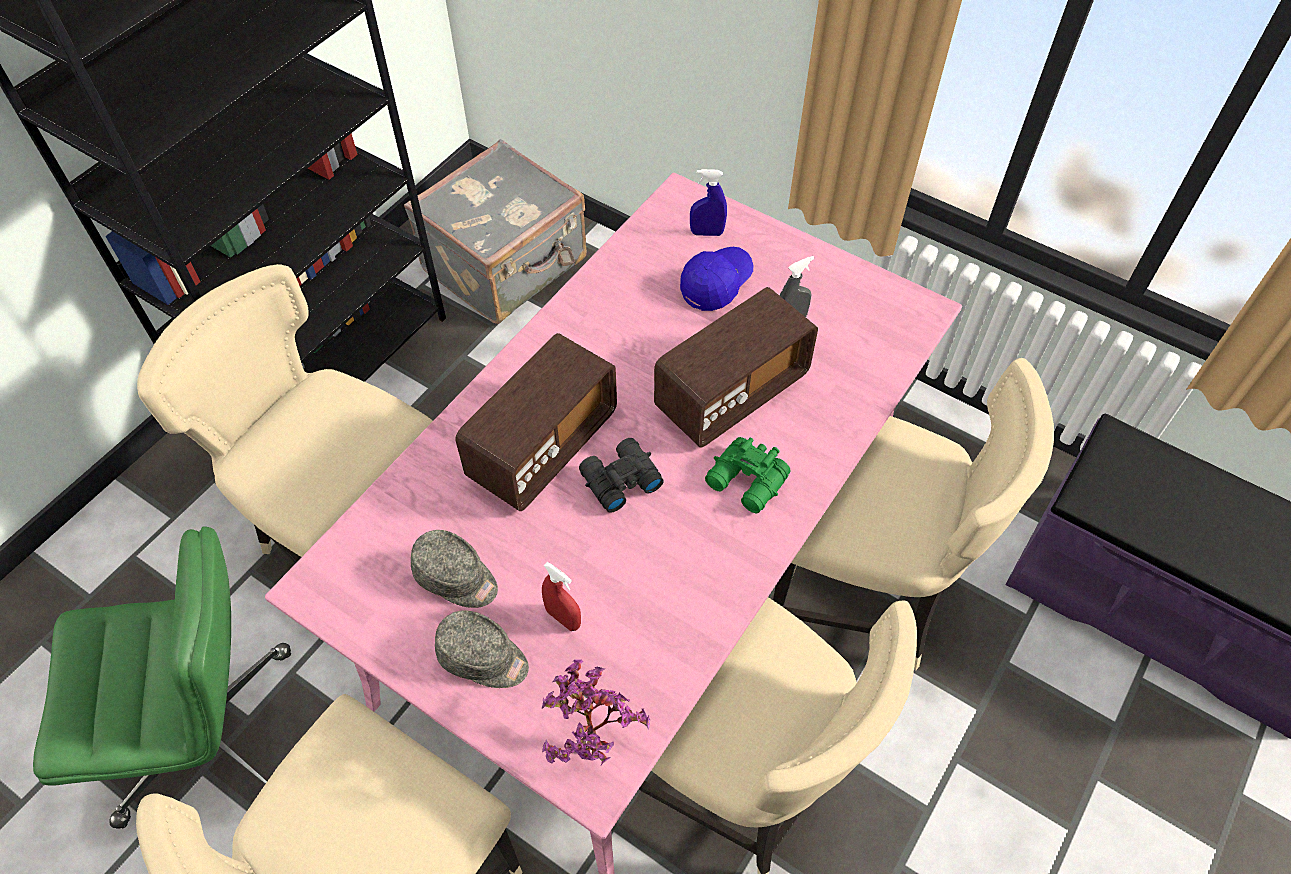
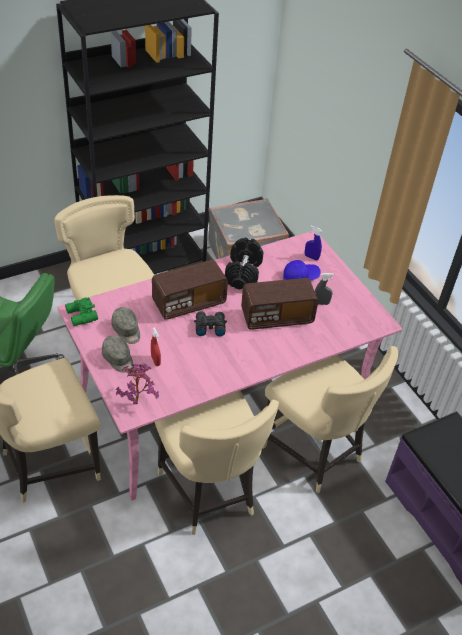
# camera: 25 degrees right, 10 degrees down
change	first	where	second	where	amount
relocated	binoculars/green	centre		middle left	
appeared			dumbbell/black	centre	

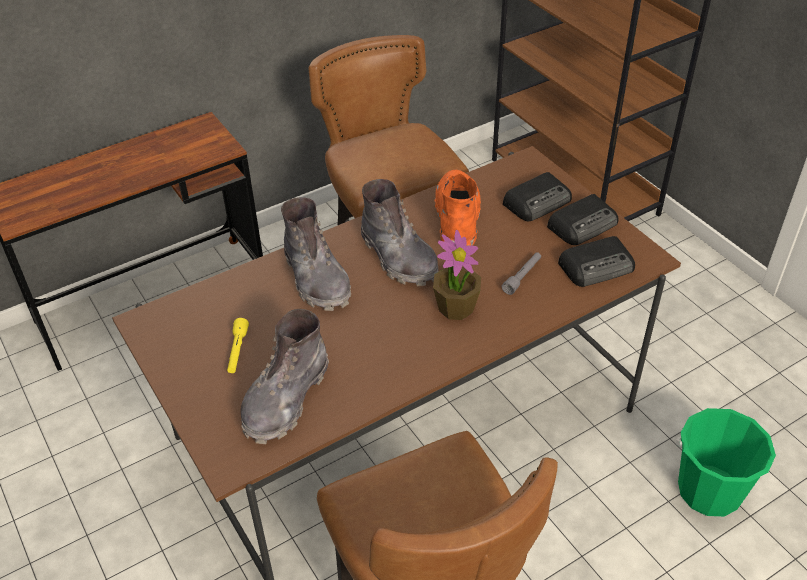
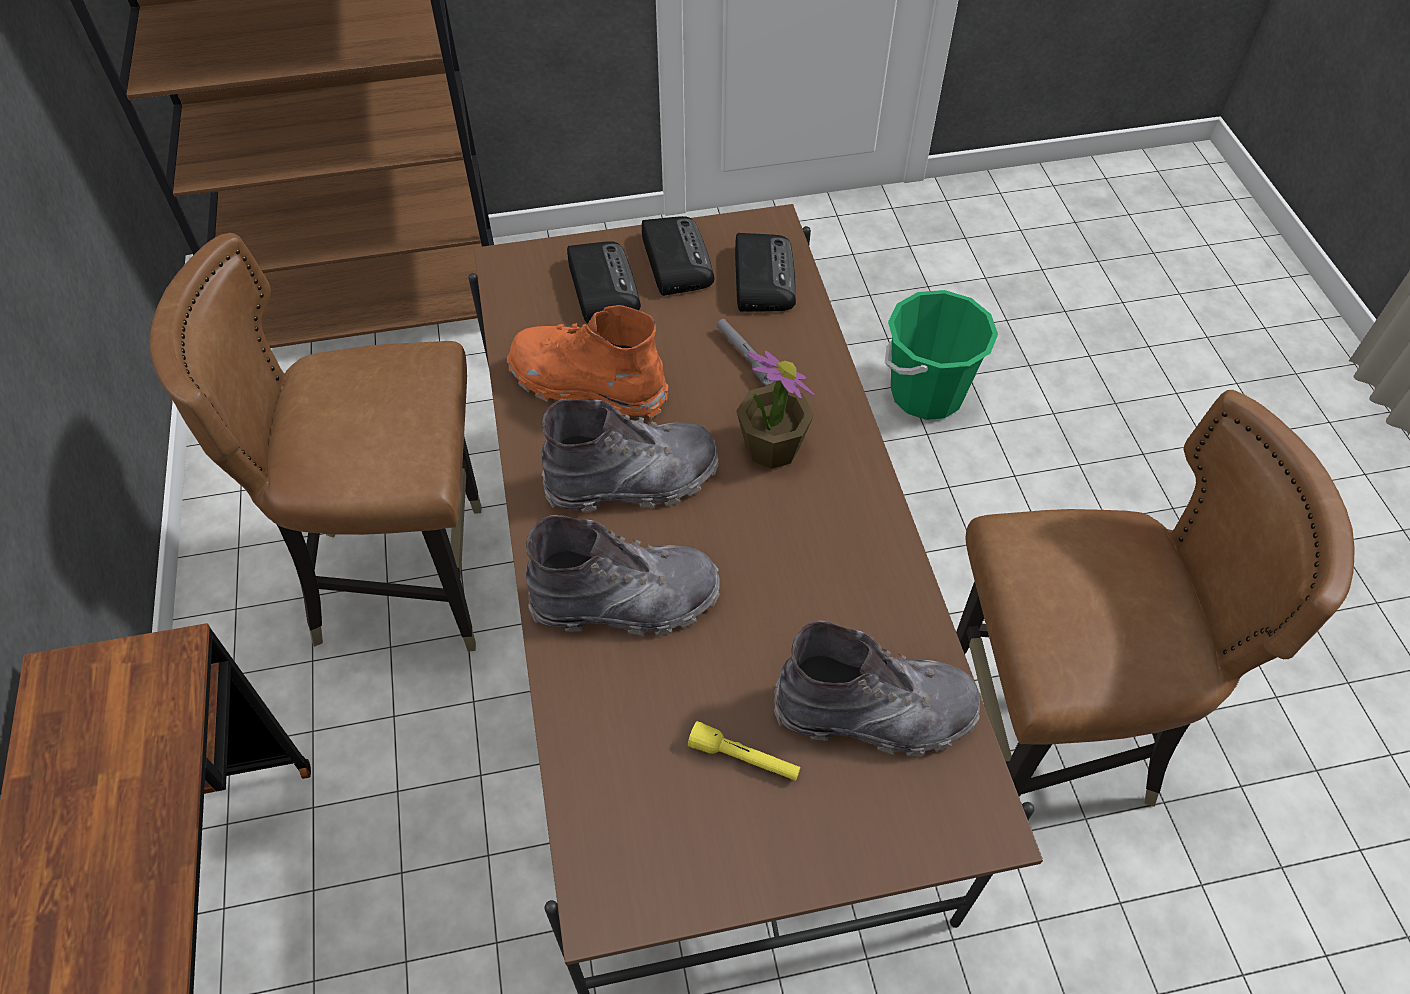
# camera: 70 degrees left, 10 degrees up
change	first	where	second	where	amount
spun	boot/grey (no. 1 from left in the first image)	centre	boot/grey (no. 3 from left)	bottom centre	45 degrees counterclockwise

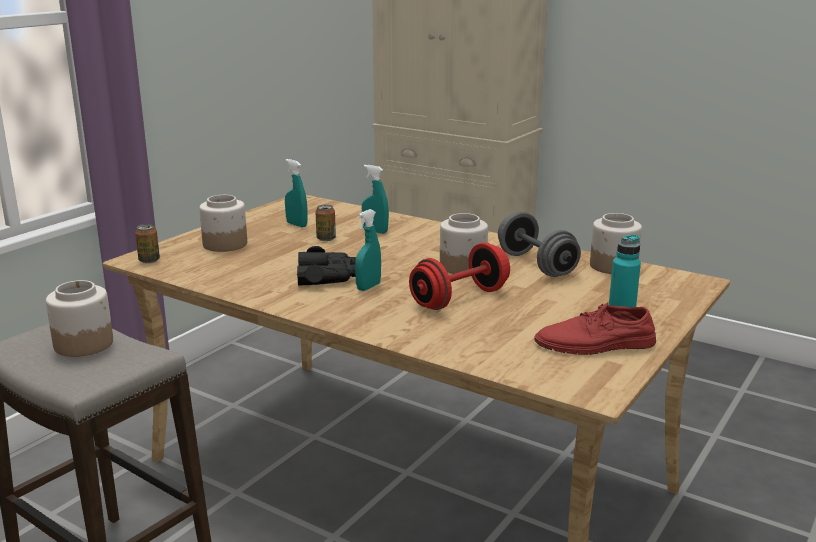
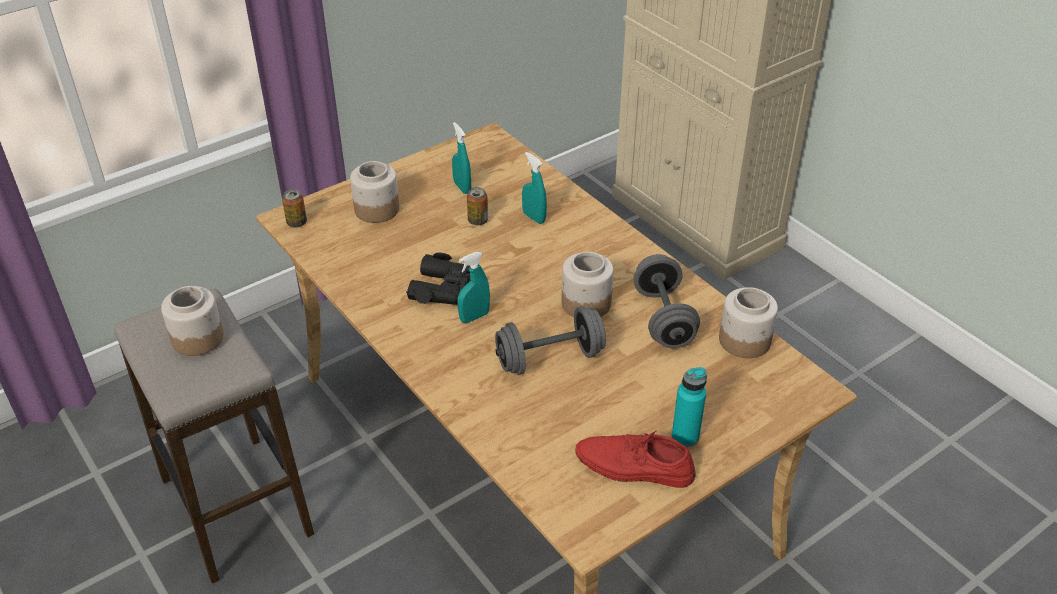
# camera: 20 degrees right, 20 degrees up
change	first	where	second	where	amount
colour	dumbbell/red	centre	dumbbell/grey (no. 1 from left)	centre	

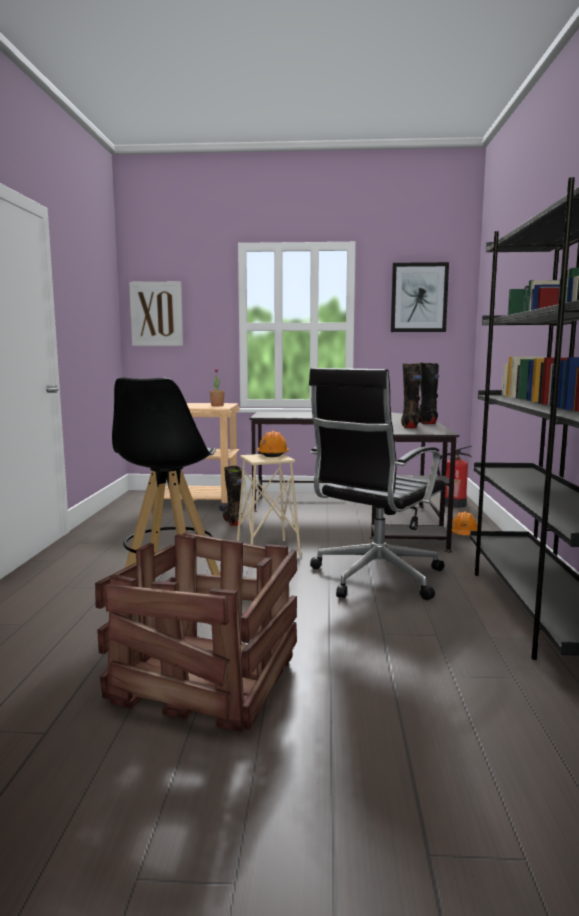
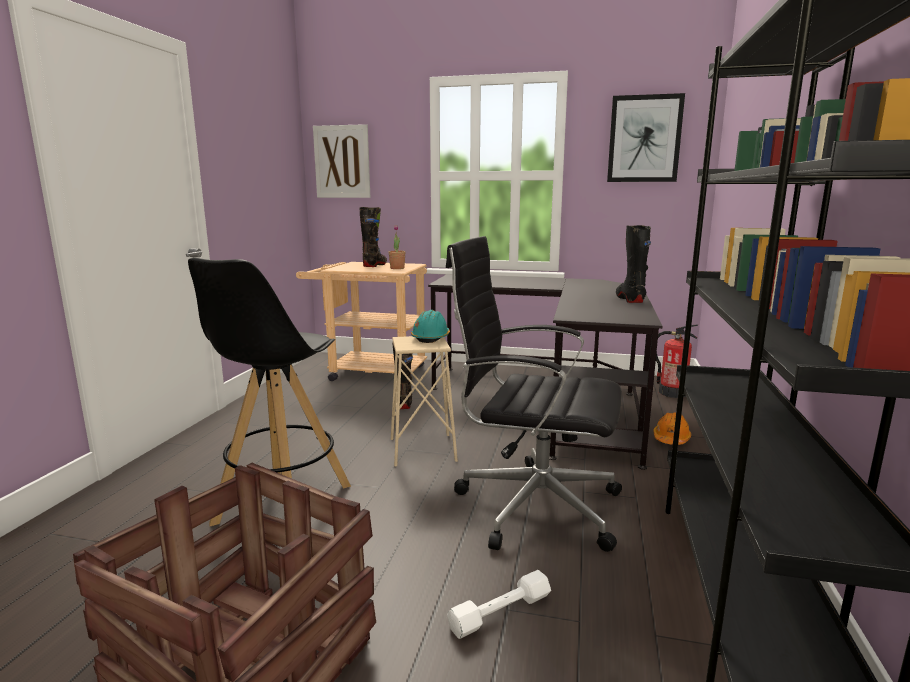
# camera: 10 degrees right, 5 degrees up
change	first	where	second	where	amount
relocated	boot/black (no. 2 from left in the first image)	middle right	boot/black (no. 1 from left)	centre	
colour	hard hat/orange (no. 1 from left)	centre	hard hat/turquoise	centre	
spun	office chair/black	centre		centre	60 degrees clockwise
appeared			dumbbell/white	bottom centre	

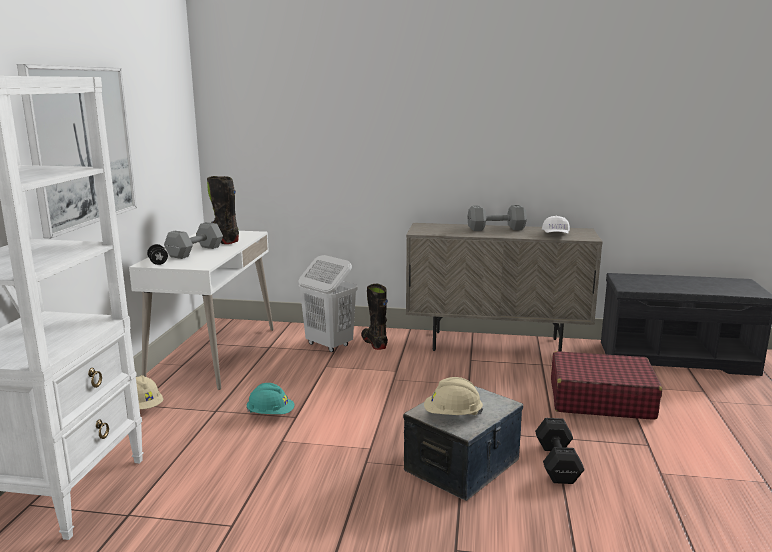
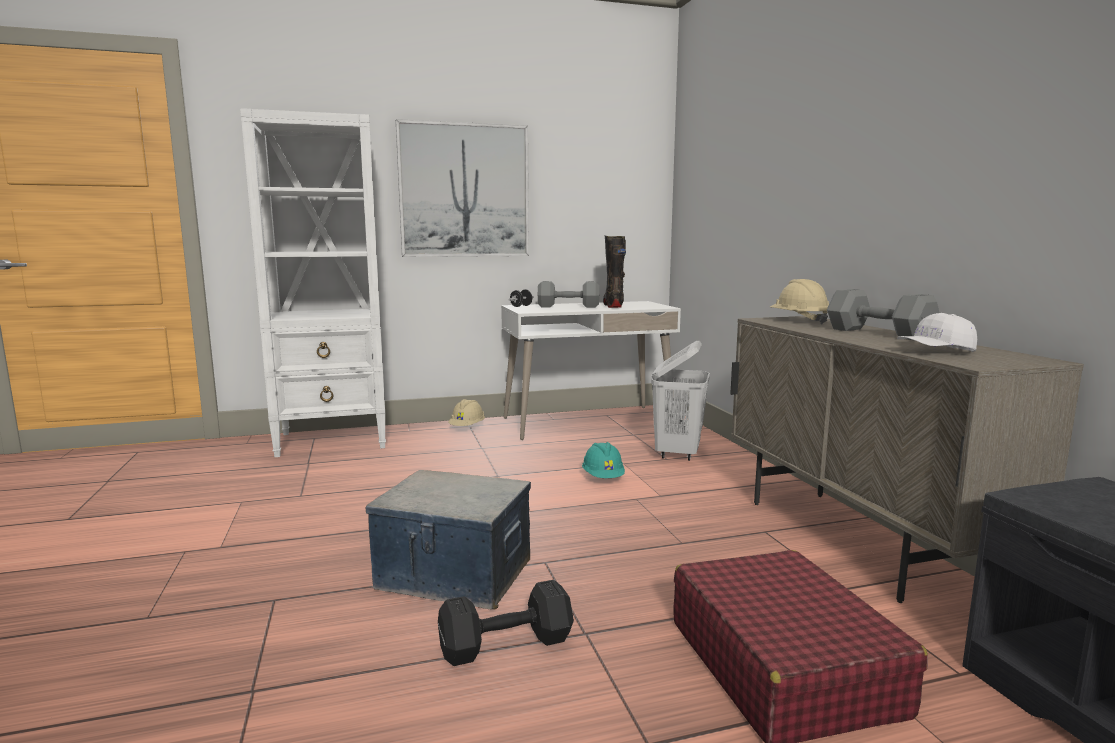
# camera: 65 degrees right, 5 degrees down
change	first	where	second	where	amount
relocated	hard hat/turquoise	bottom centre		centre	
relocated	hard hat/beige (no. 2 from left)	bottom centre		middle right	
missing	boot/black (no. 2 from left)	centre			

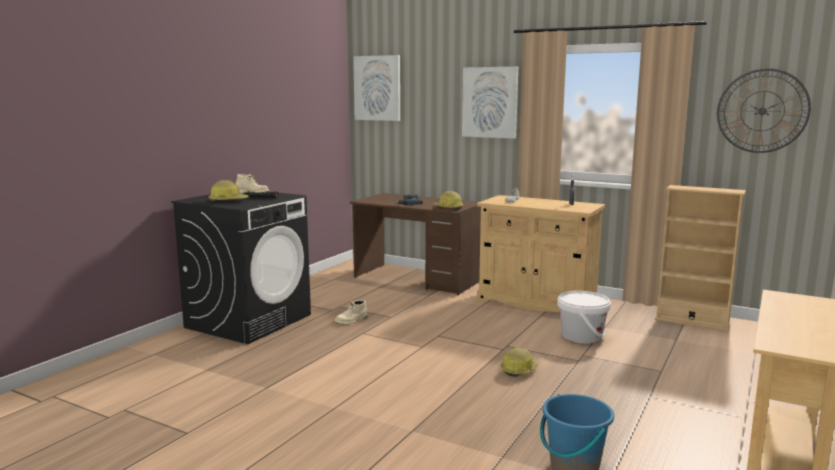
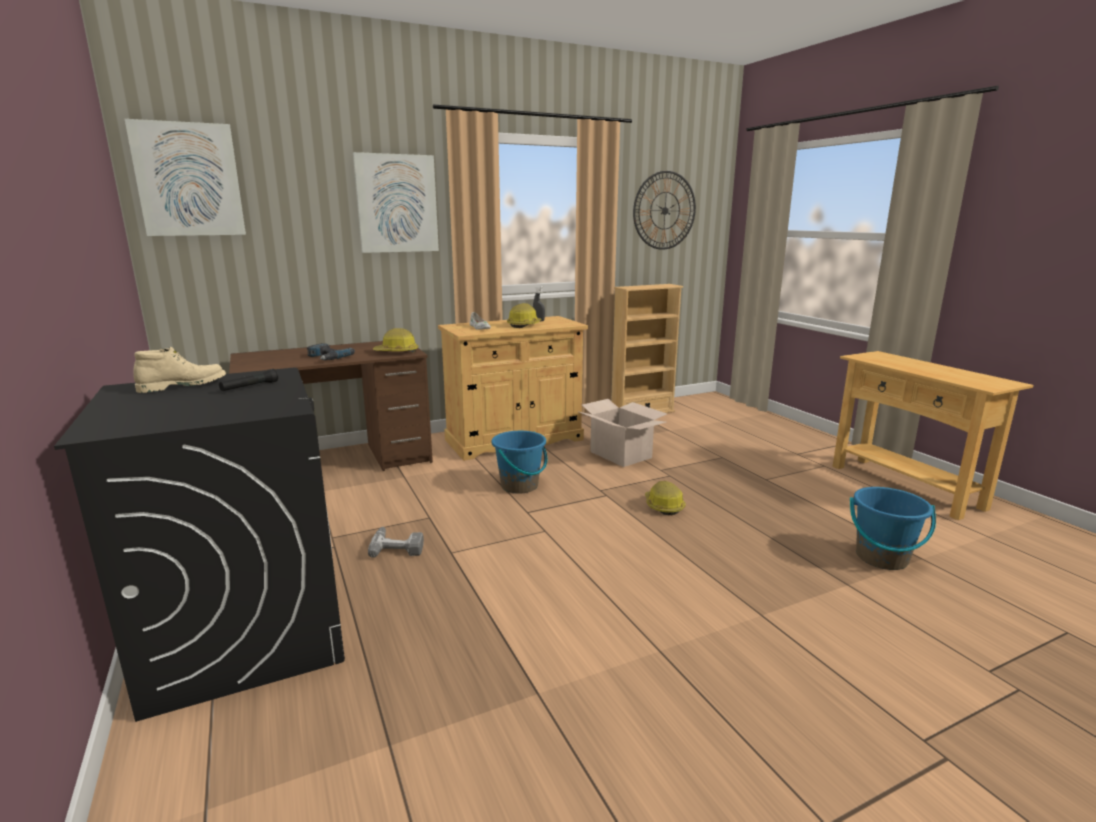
# camera: 55 degrees left, 5 degrees up
change	first	where	second	where	amount
exchanged	boot/beige (no. 2 from left)	centre	power drill (no. 2 from left)	centre	
appeared			bucket/blue (no. 1 from left)	centre	
relocated	hard hat (no. 1 from left in the first image)	middle left	hard hat (no. 2 from left)	centre	
exchanged	bucket/white	bottom right	cardboard box	centre	

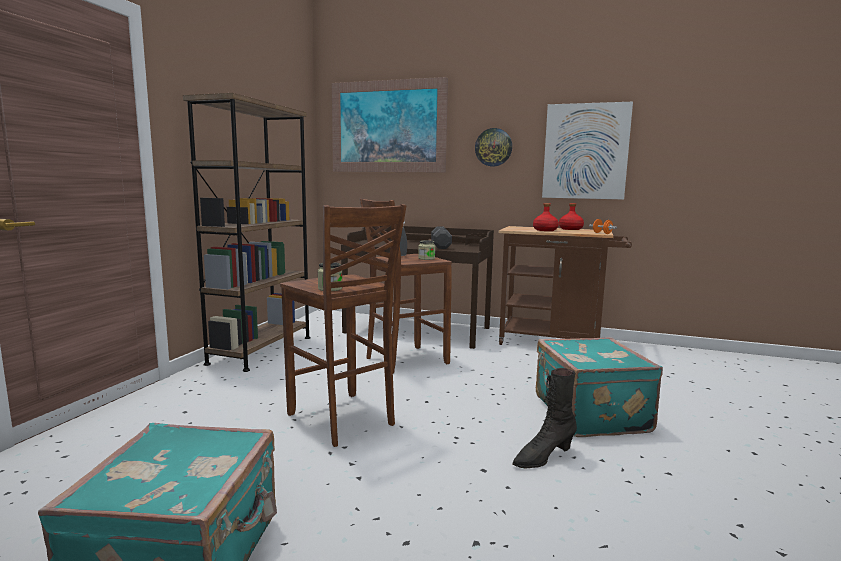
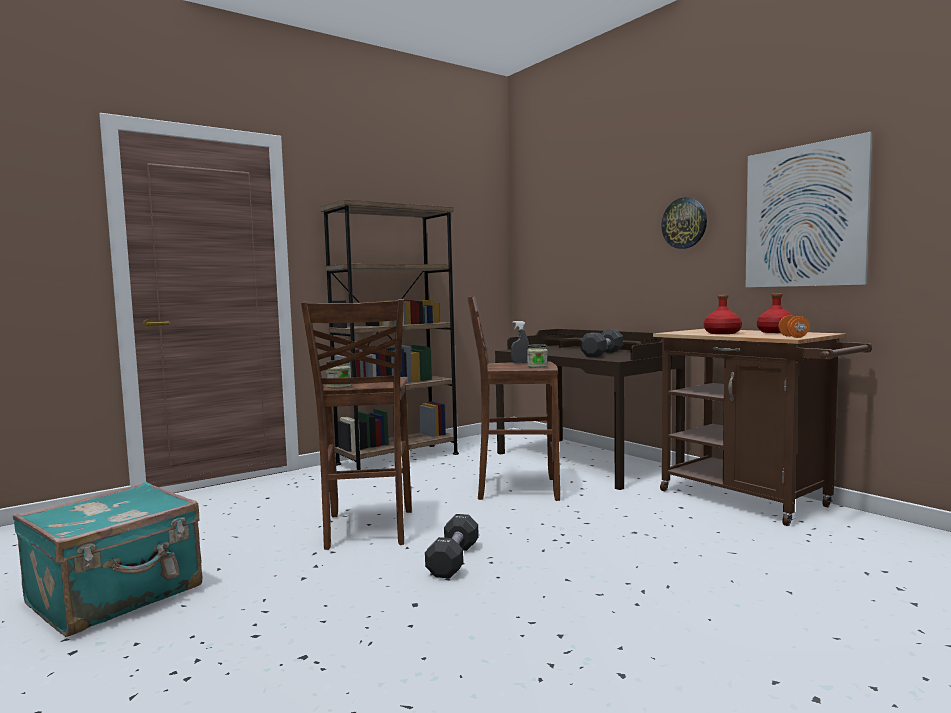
# camera: 35 degrees right, 5 degrees down
change	first	where	second	where	amount
appeared			dumbbell/black (no. 1 from left)	bottom centre	
missing	picture (no. 1 from left)	top centre			
missing	boot/black	bottom centre			
missing	suitcase/turquoise (no. 2 from left)	bottom right			

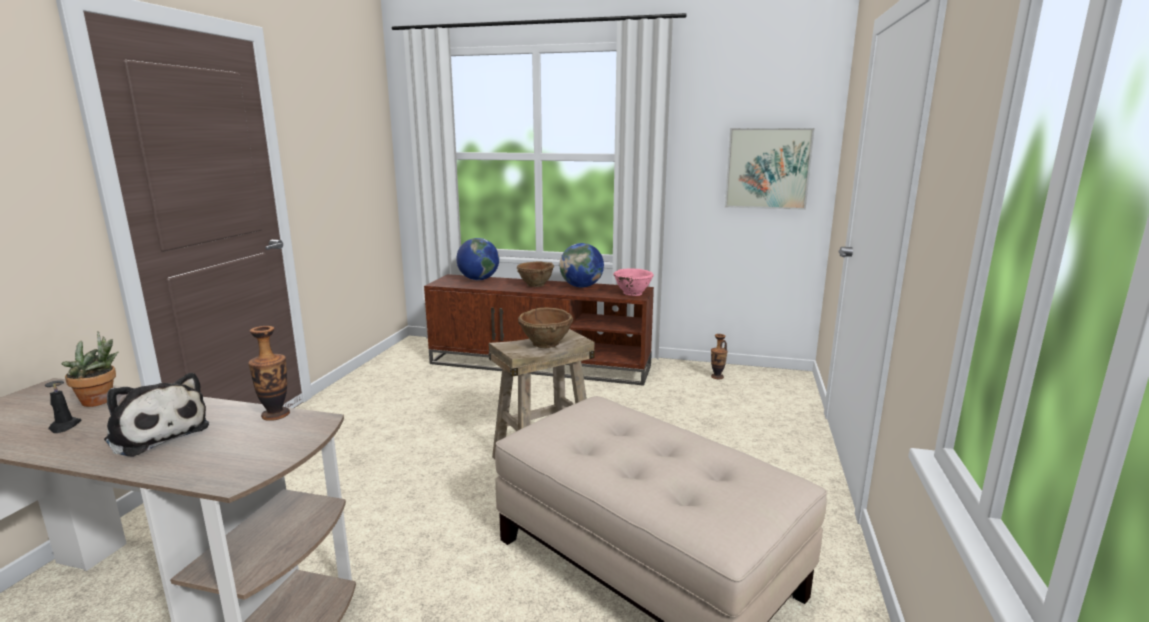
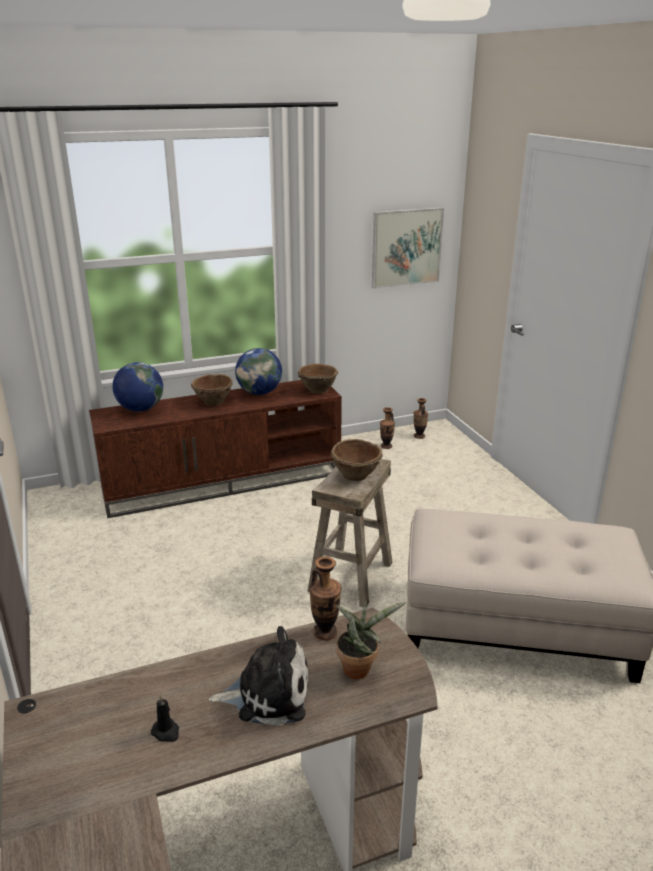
# camera: 35 degrees left, 10 degrees up
change	first	where	second	where	amount
colour	bowl/pink	centre	bowl/brown (no. 2 from left)	centre	
relocated	potted plant	middle left		bottom centre	
appeared			vase (no. 3 from left)	centre	

